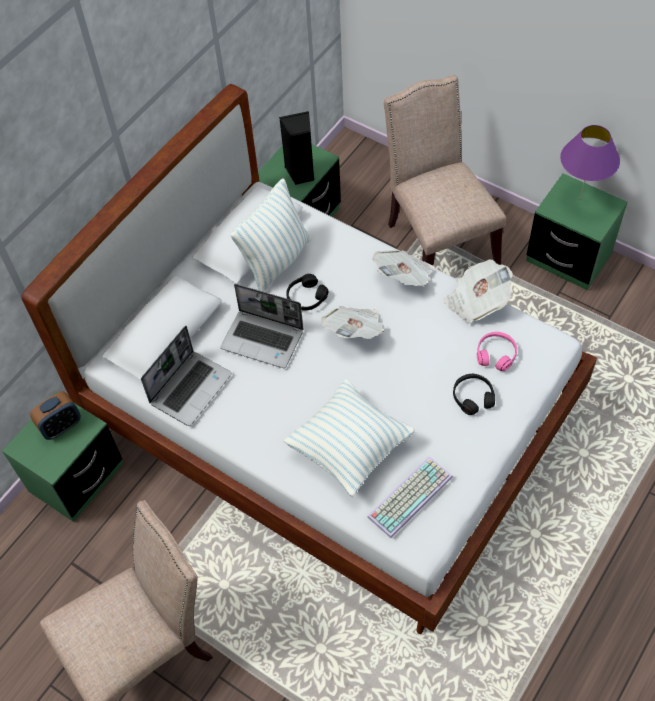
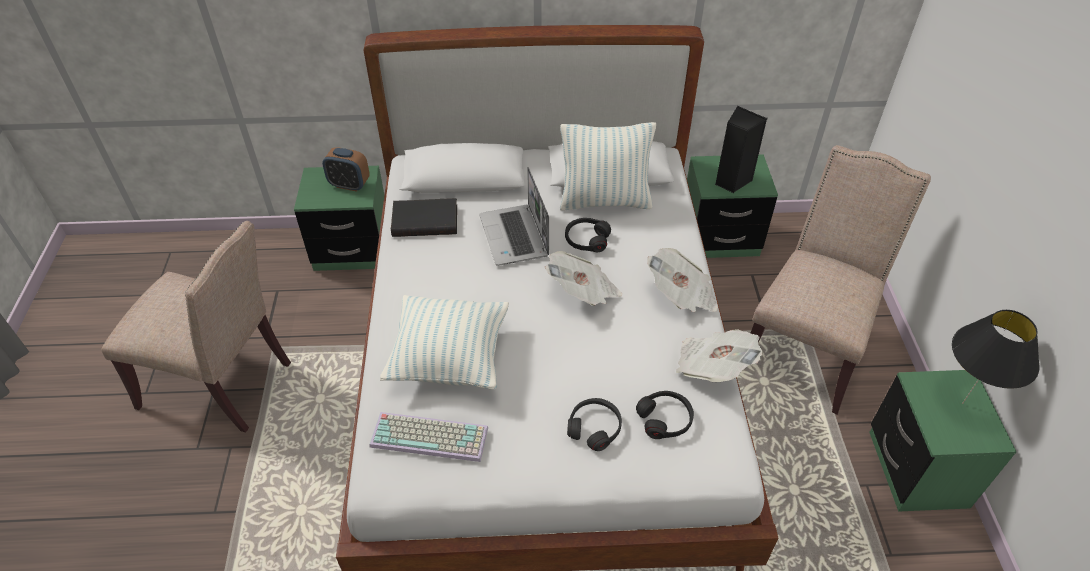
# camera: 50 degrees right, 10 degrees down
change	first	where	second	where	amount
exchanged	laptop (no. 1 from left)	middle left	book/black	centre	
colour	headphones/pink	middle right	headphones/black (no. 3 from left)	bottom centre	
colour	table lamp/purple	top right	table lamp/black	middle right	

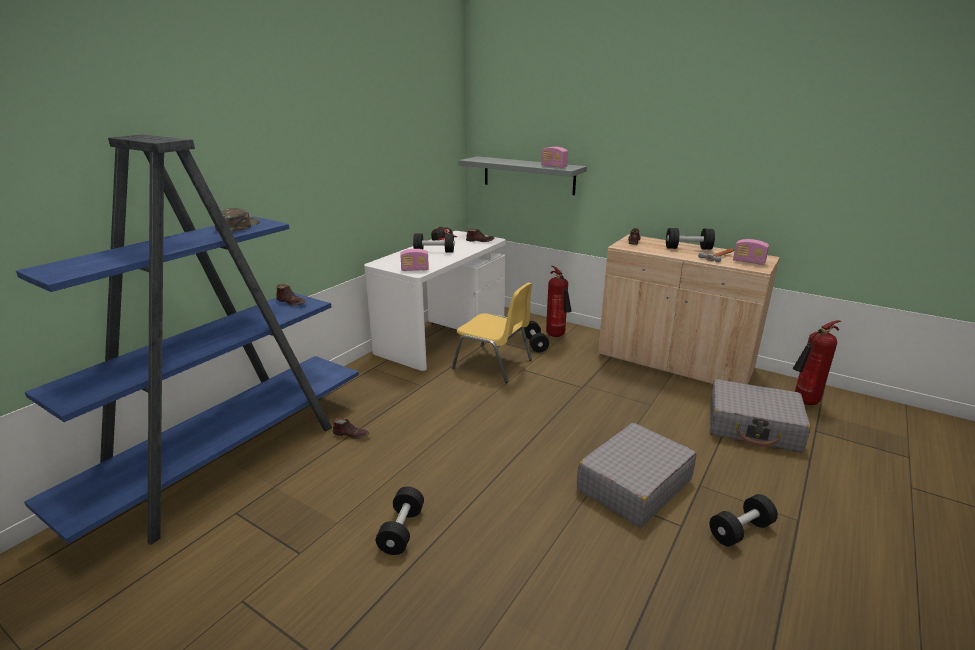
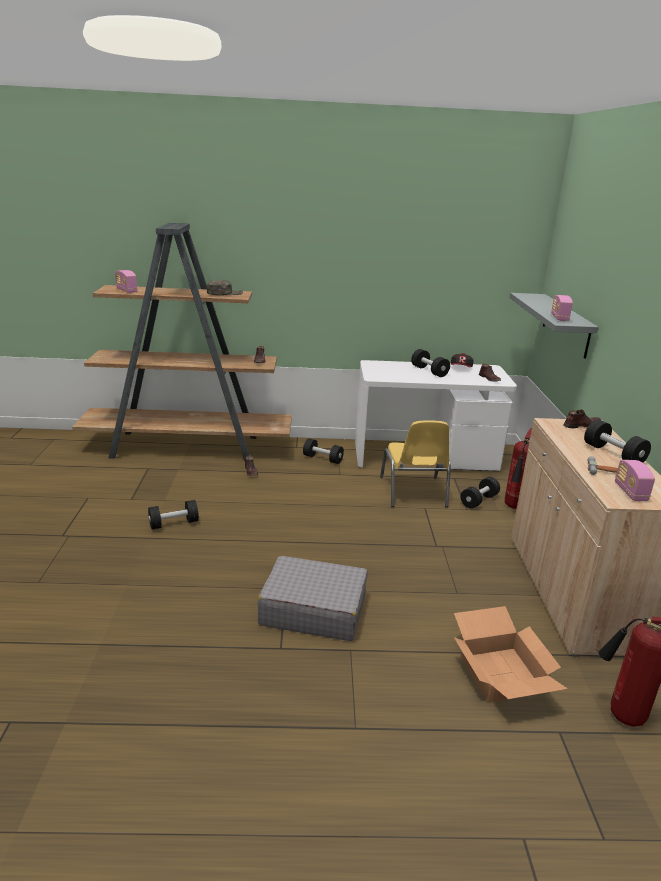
# camera: 55 degrees right, 0 degrees up
change	first	where	second	where	amount
colour	bookcase/blue	middle left	bookcase/brown	middle left	
relocated	radio (no. 1 from left)	centre		top left	
relocated	dumbbell/black (no. 5 from left in the first image)	bottom right	dumbbell/black (no. 2 from left)	centre	
exchanged	suitcase/grey (no. 2 from left)	middle right	cardboard box	bottom right	

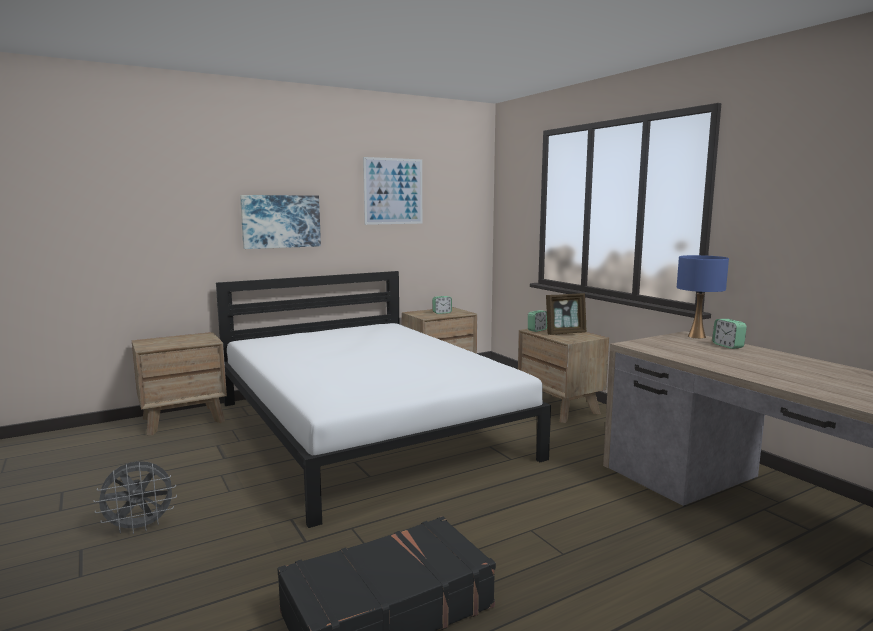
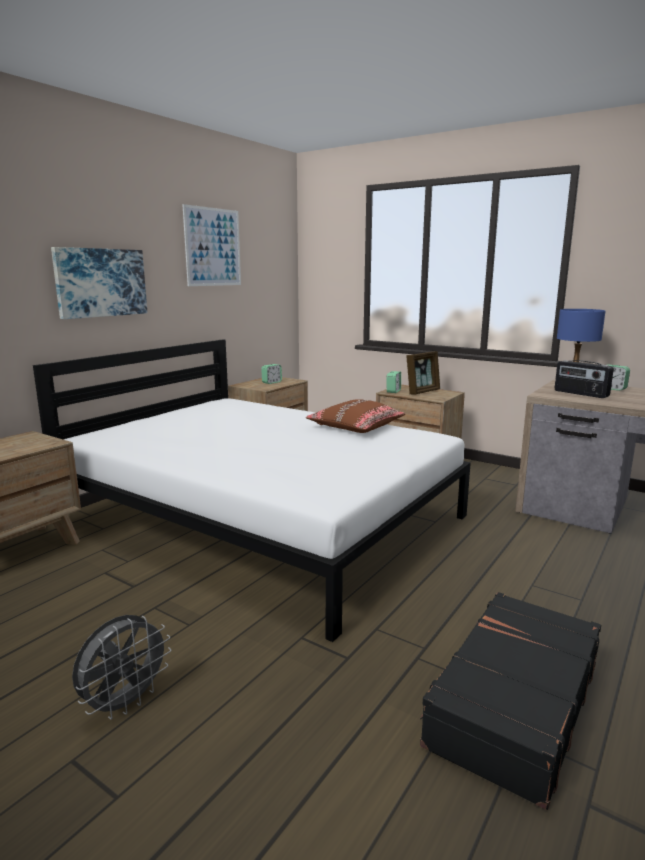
# camera: 25 degrees left, 5 degrees up
change	first	where	second	where	amount
appeared			pillow/brown	centre	
appeared			radio	middle right	

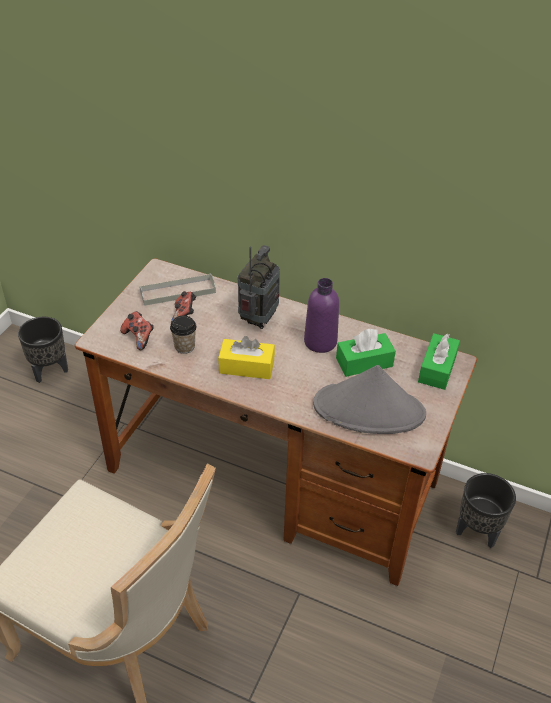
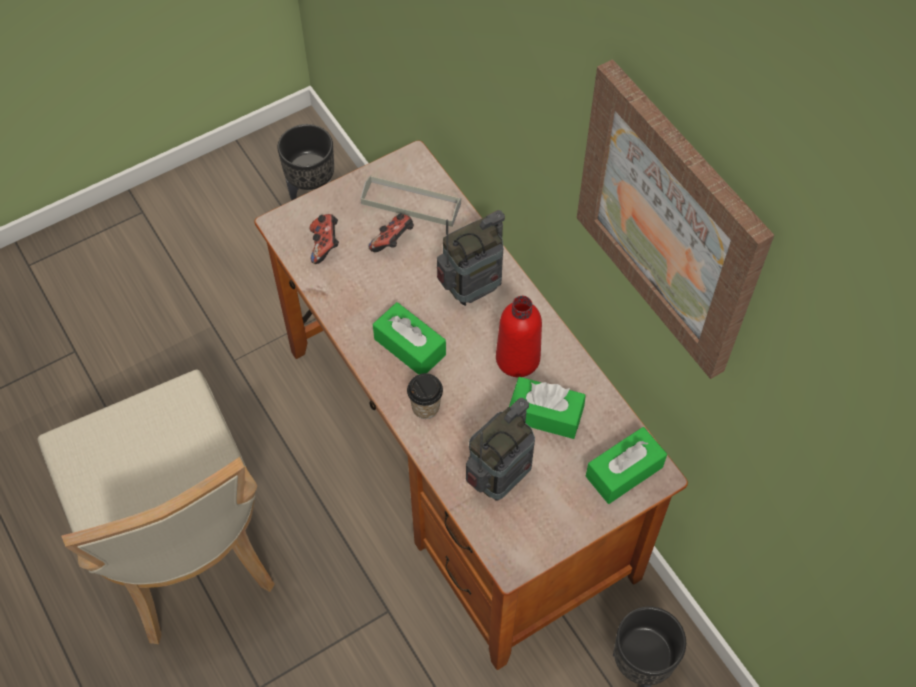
# camera: 35 degrees right, 15 degrees up
change	first	where	second	where	amount
colour	tissue box/yellow	centre	tissue box/green (no. 1 from left)	centre	
relocated	cup	middle left		centre	
exchanged	hat/grey	middle right	radio (no. 2 from left)	centre	
colour	bottle/purple	centre	bottle/red	centre	
appeared			picture	top right	

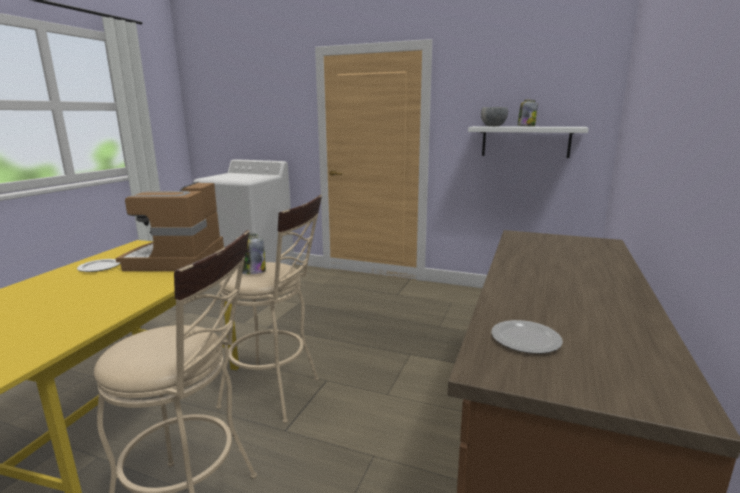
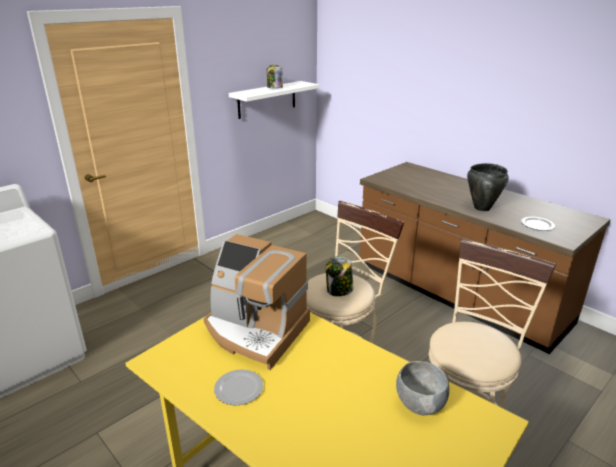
# camera: 65 degrees left, 10 degrees up
change	first	where	second	where	amount
relocated	bowl/grey	top right		bottom right	
appeared			cooking pot/black	middle right	

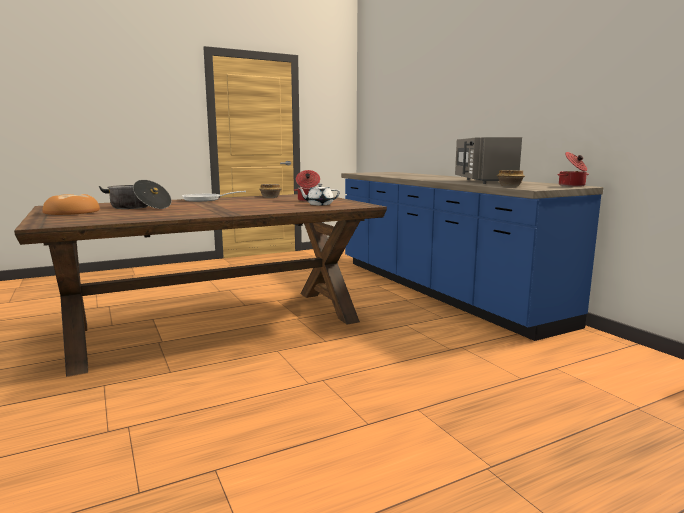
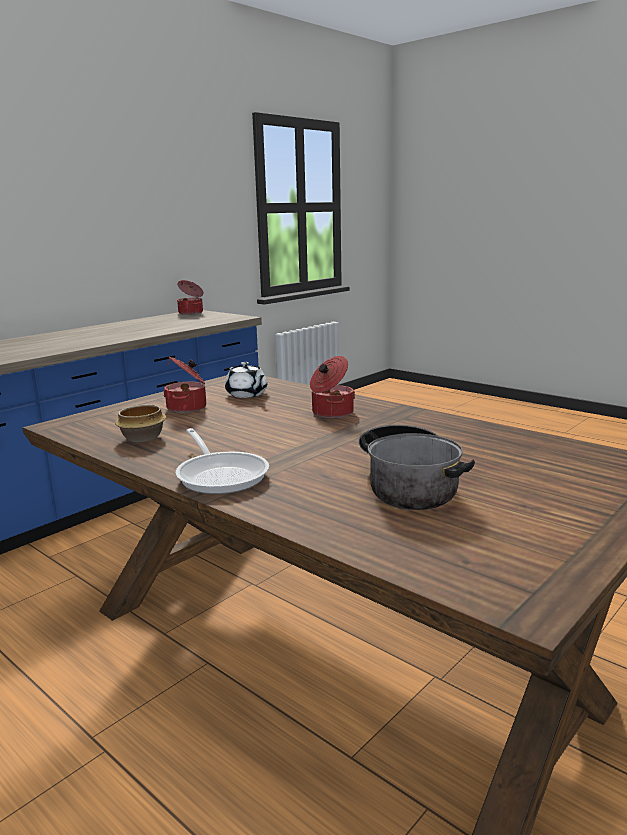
# camera: 110 degrees left, 5 degrees up
change	first	where	second	where	amount
appeared			cooking pot (no. 3 from left)	centre	
missing	bread	middle left			
missing	microwave/grey	top right			
missing	bowl (no. 2 from left)	middle right			

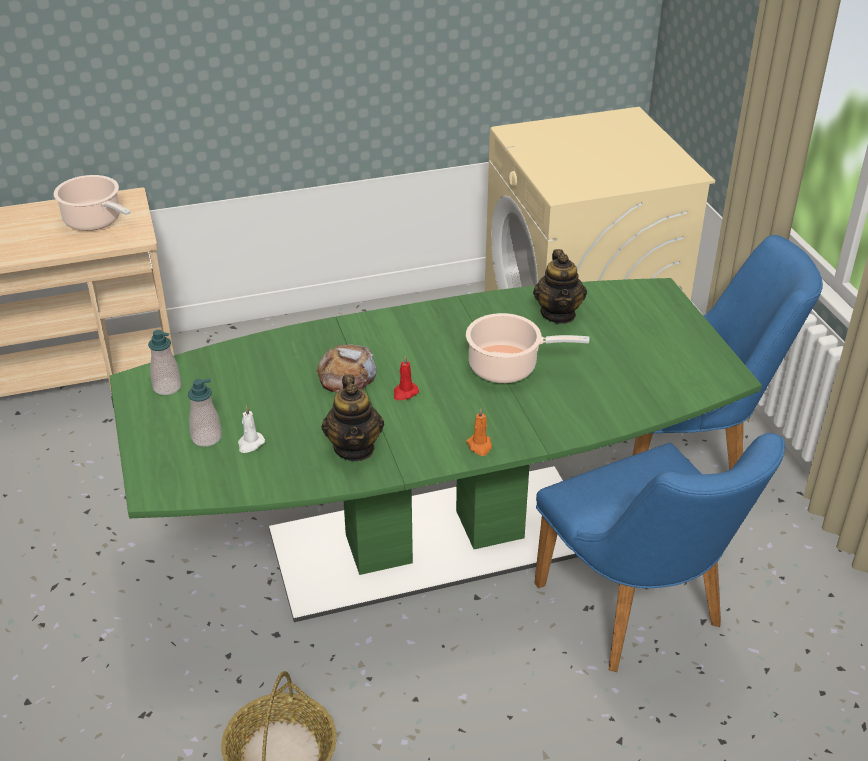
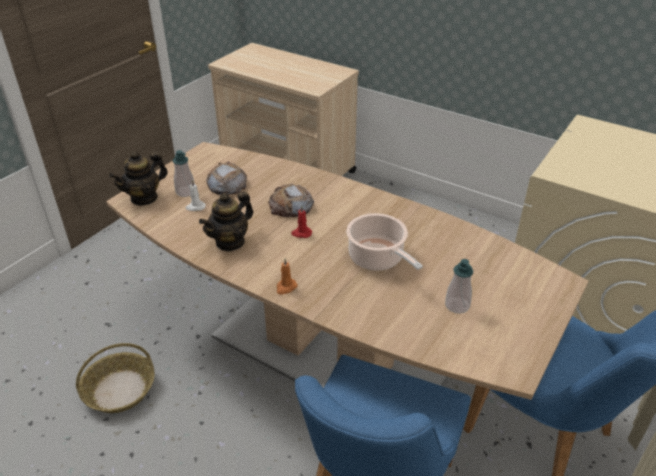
# camera: 50 degrees right, 0 degrees up
change	first	where	second	where	amount
colour	dining table/green	centre	dining table/brown	centre	
relocated	teapot (no. 2 from left in the first image)	centre	teapot (no. 1 from left)	middle left	
appeared			bread (no. 1 from left)	centre	
relocated	soap dispenser (no. 1 from left in the first image)	middle left	soap dispenser (no. 2 from left)	middle right	
missing	cooking pot (no. 1 from left)	top left			

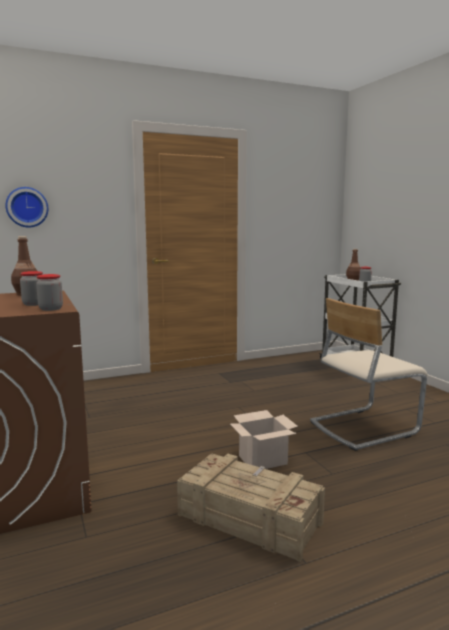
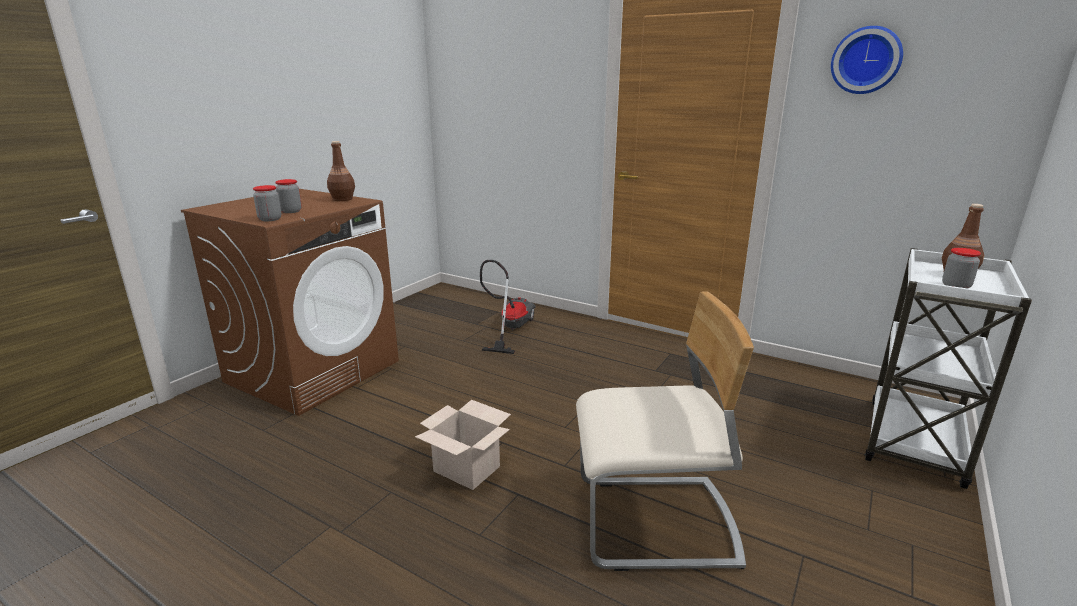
# camera: 55 degrees right, 10 degrees up
change	first	where	second	where	amount
appeared			vacuum cleaner	centre	
spun	chair/beige	middle right		bottom centre	150 degrees clockwise
relocated	wall clock	top left		top right	
missing	crate	bottom centre			

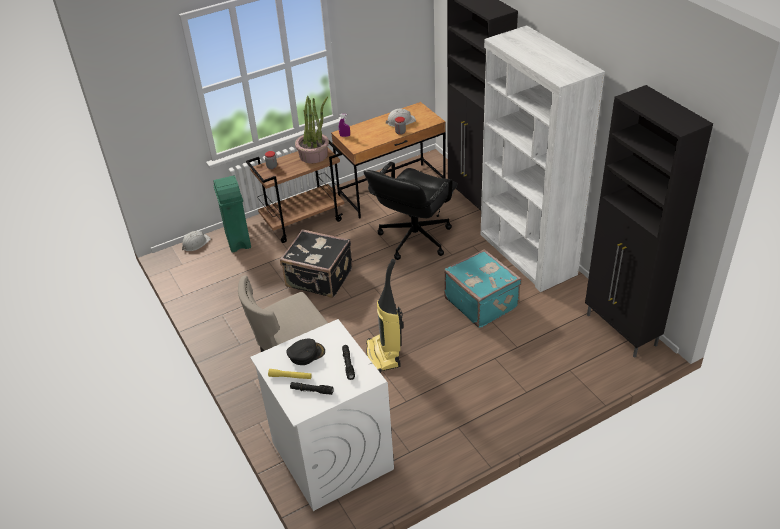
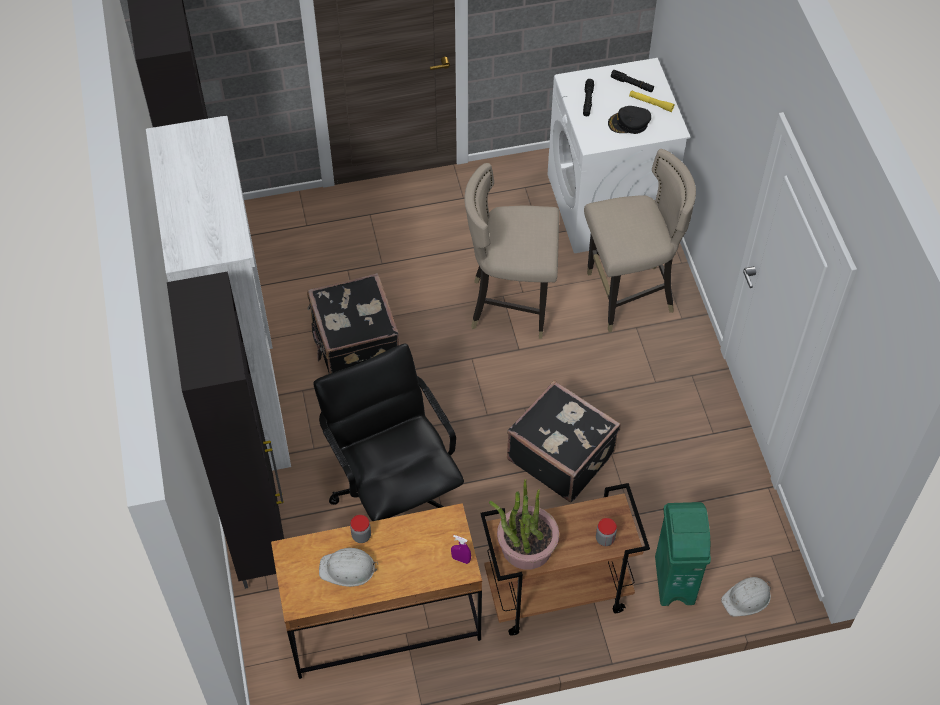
# camera: 165 degrees left, 15 degrees up
change	first	where	second	where	amount
colour	suitcase/turquoise	centre	suitcase/black (no. 1 from left)	centre	
spun	office chair/black	centre		centre	75 degrees counterclockwise
exchanged	vacuum cleaner	centre	stool/beige (no. 1 from left)	centre	

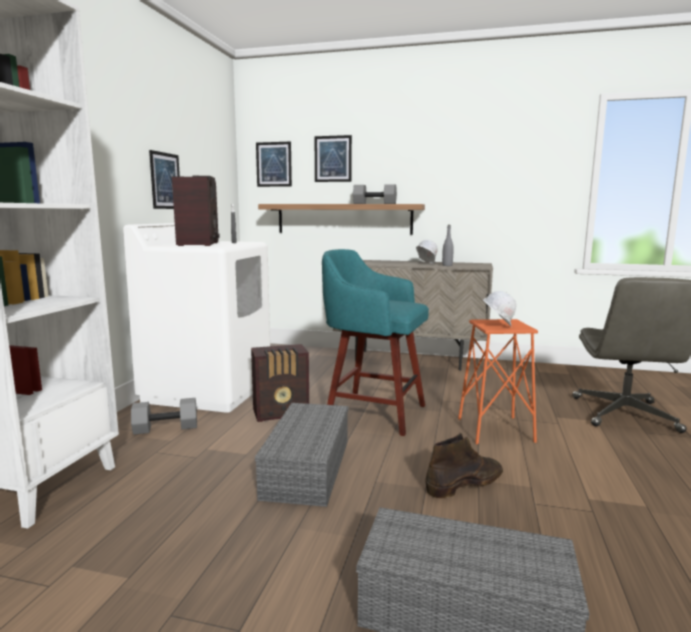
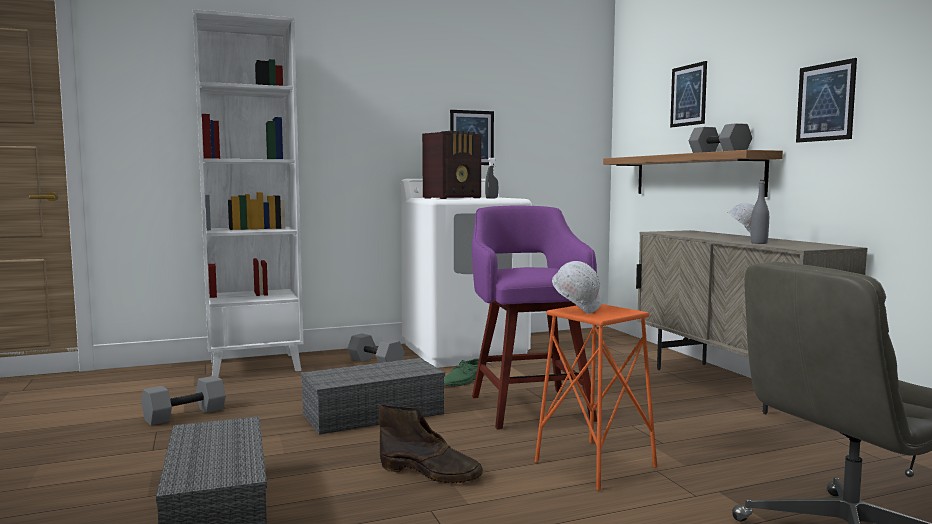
# camera: 55 degrees right, 5 degrees down
change	first	where	second	where	amount
appeared			dumbbell/grey (no. 1 from left)	bottom left	
exchanged	radio (no. 2 from left)	centre	shoe/green	bottom centre	
colour	stool/turquoise	centre	stool/purple	centre	
relocated	picture (no. 2 from left in the first image)	top centre	picture (no. 3 from left)	top right	

